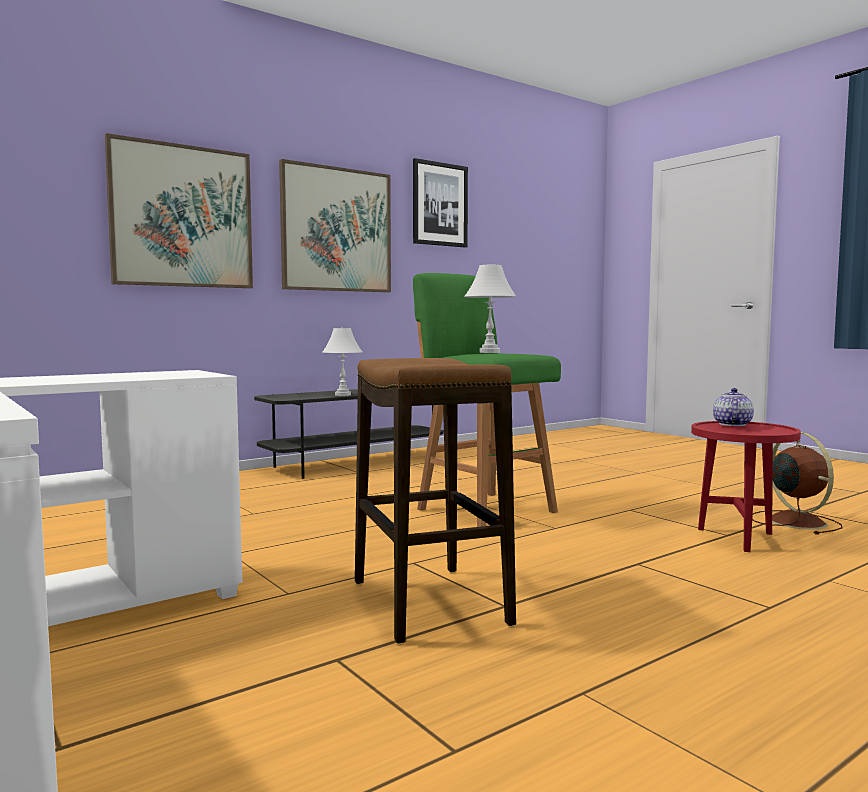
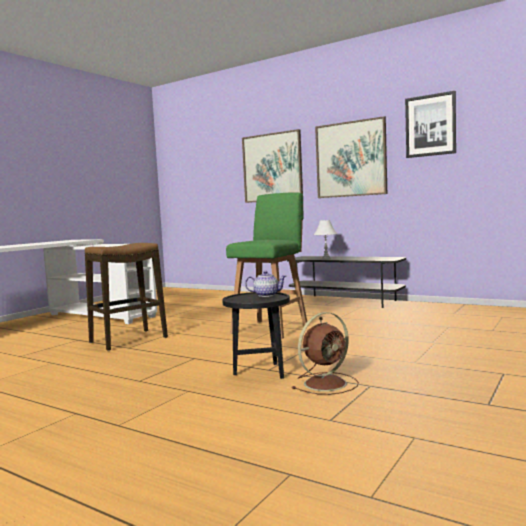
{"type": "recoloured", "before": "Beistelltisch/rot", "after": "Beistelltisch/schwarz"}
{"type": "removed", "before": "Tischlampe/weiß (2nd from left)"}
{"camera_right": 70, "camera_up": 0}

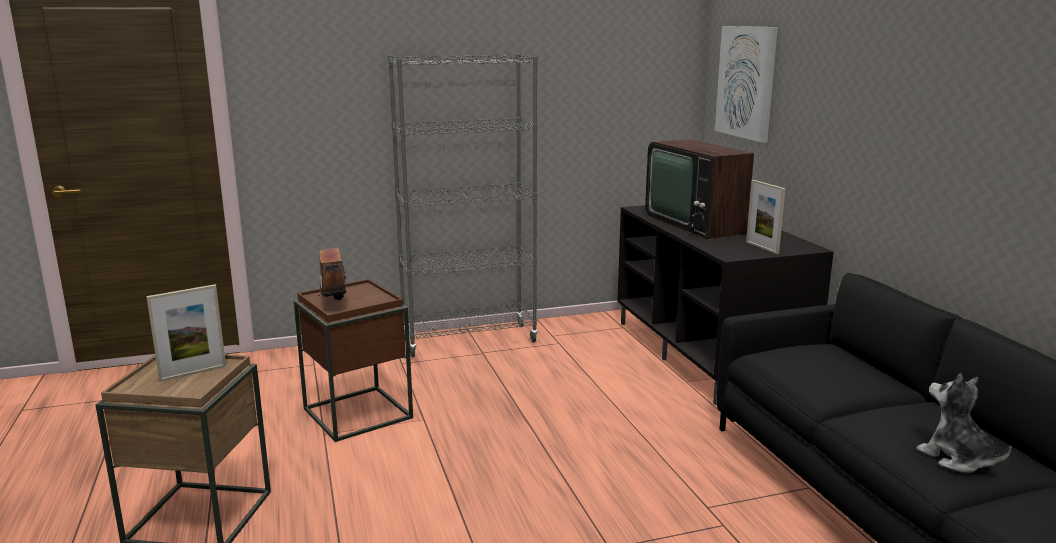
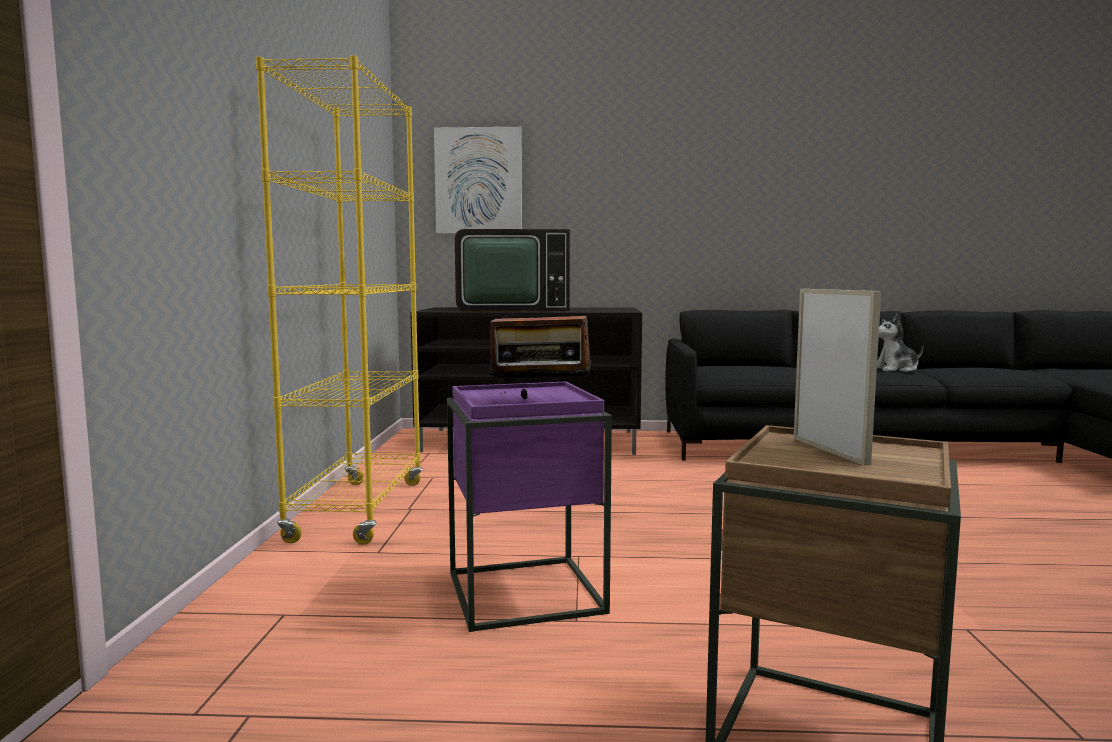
{"type": "recoloured", "before": "Bücherregal/grau", "after": "Bücherregal/gelb"}
{"type": "recoloured", "before": "Beistelltisch/braun (2nd from left)", "after": "Beistelltisch/lila"}
{"type": "removed", "before": "Bilderrahmen (2nd from left)"}
{"camera_right": -70, "camera_up": -10}

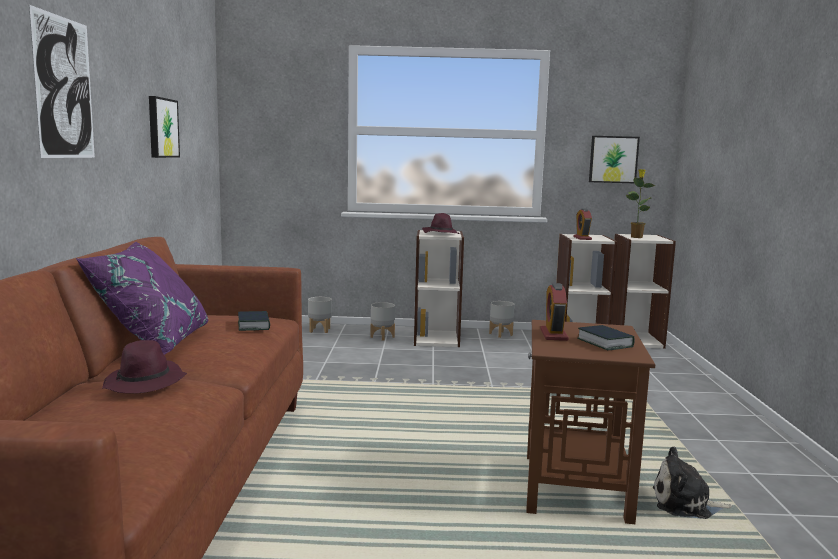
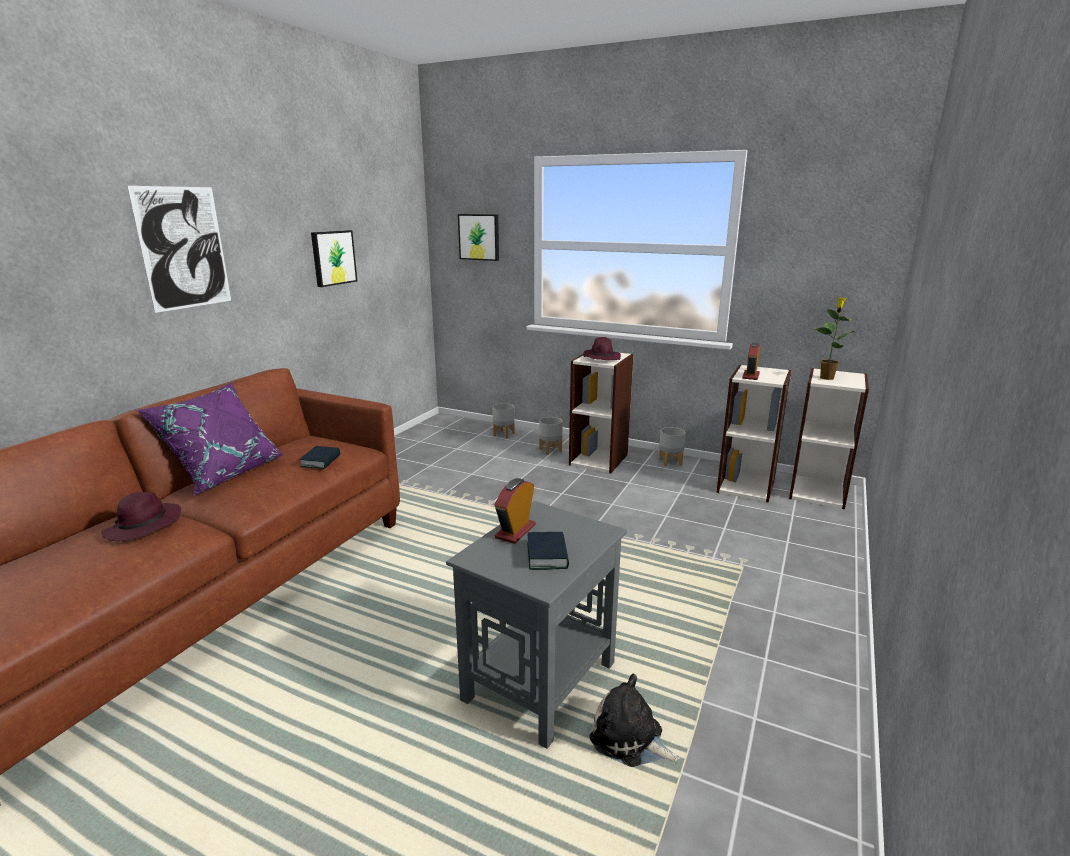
{"type": "recoloured", "before": "Beistelltisch/braun", "after": "Beistelltisch/grau"}
{"type": "moved", "before": "Bild (3rd from left)"}
{"camera_right": 25, "camera_up": 10}

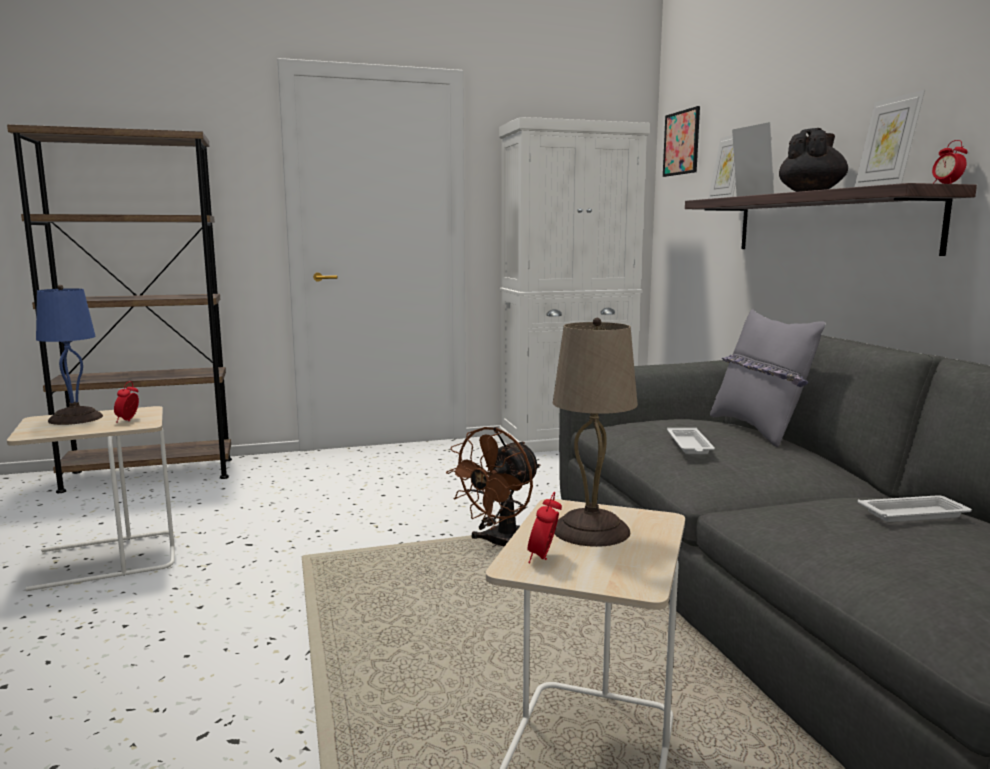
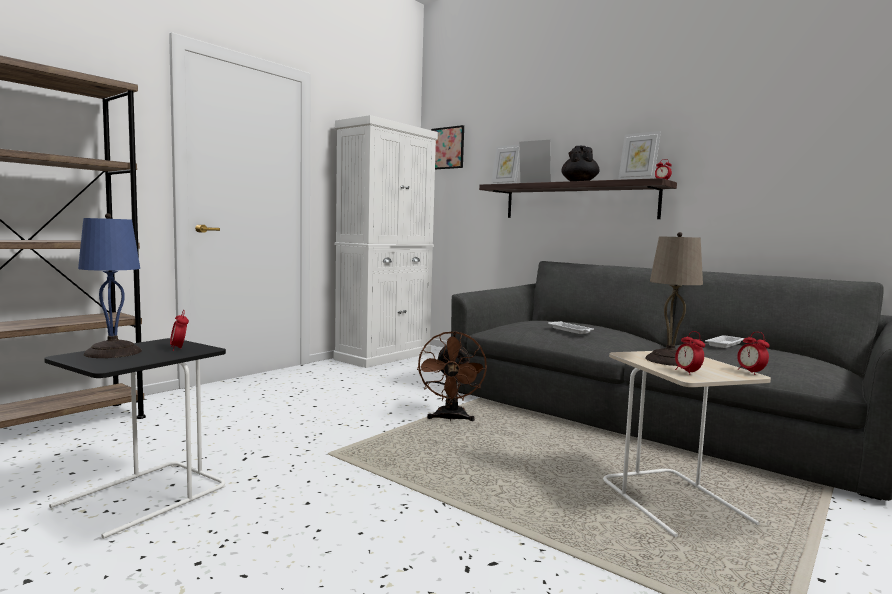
{"type": "recoloured", "before": "Beistelltisch/beige (1st from left)", "after": "Beistelltisch/schwarz"}
{"type": "added", "after": "Wecker (4th from left)"}
{"type": "removed", "before": "Kissen/grau"}
{"camera_right": -35, "camera_up": -5}

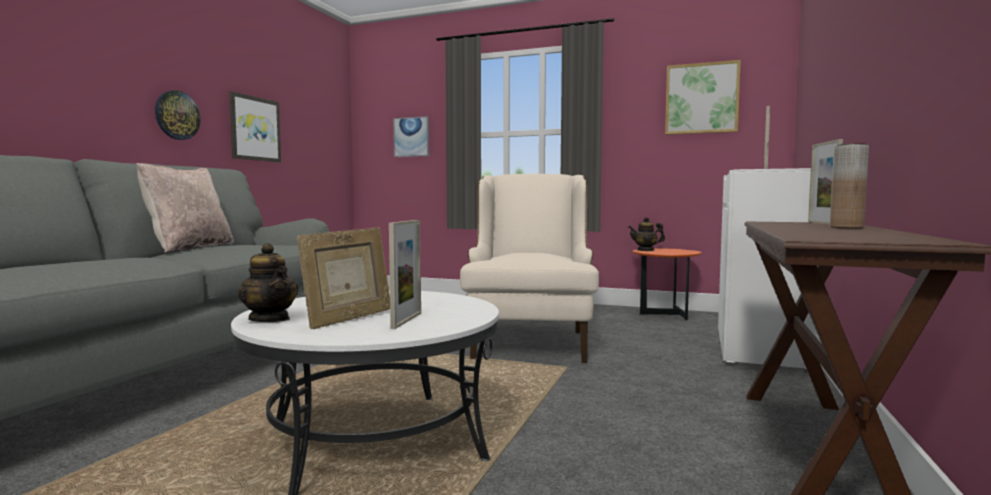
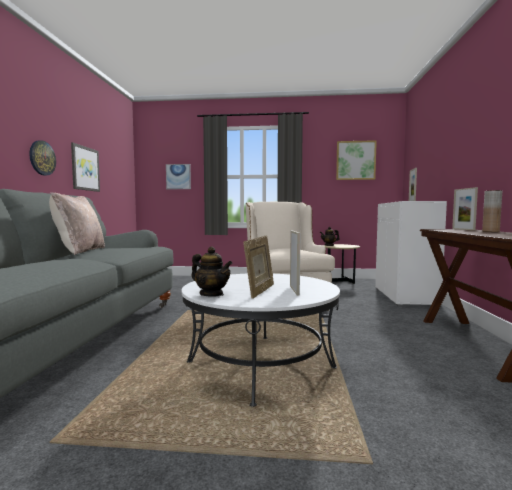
{"type": "recoloured", "before": "Beistelltisch/orange", "after": "Beistelltisch/beige"}
{"camera_right": -15, "camera_up": 0}

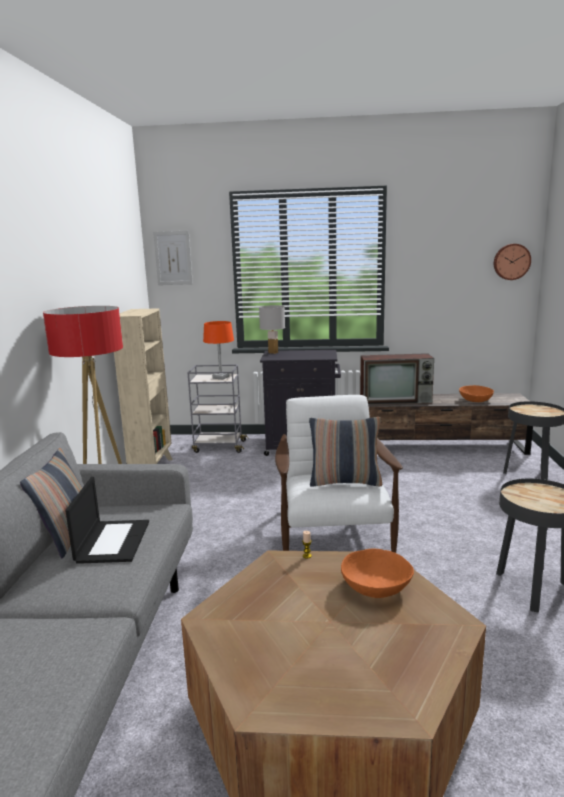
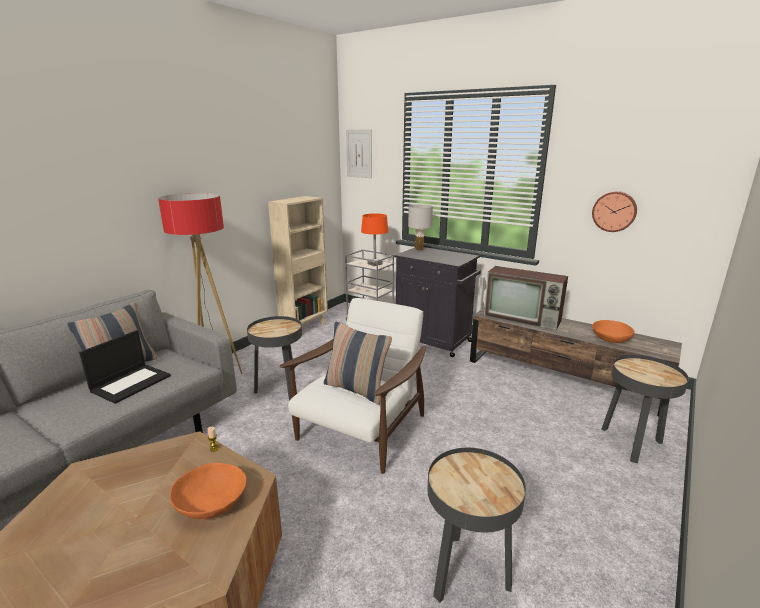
{"type": "added", "after": "Beistelltisch/schwarz (1st from left)"}
{"type": "moved", "before": "Wanduhr"}
{"camera_right": 30, "camera_up": 5}

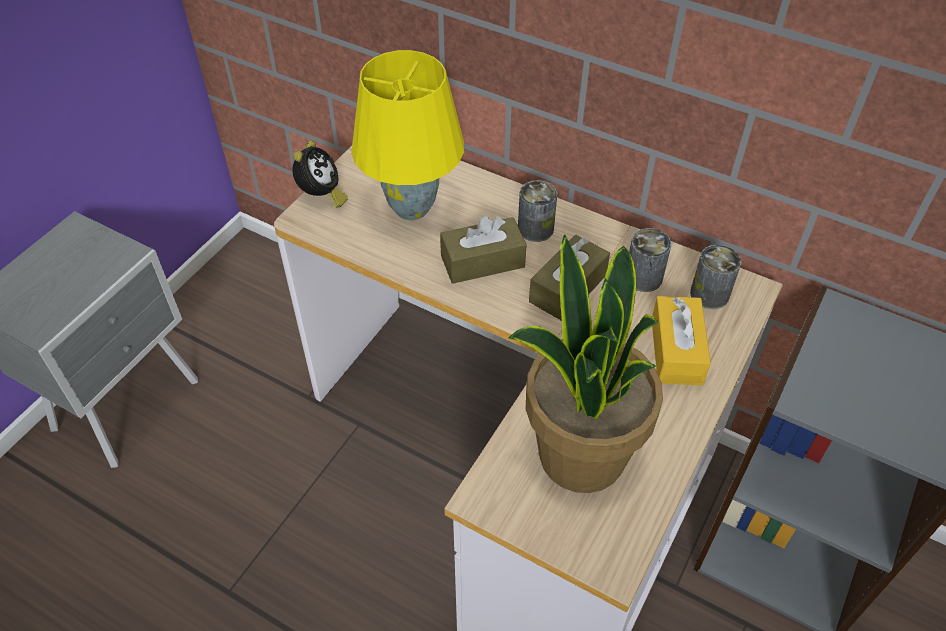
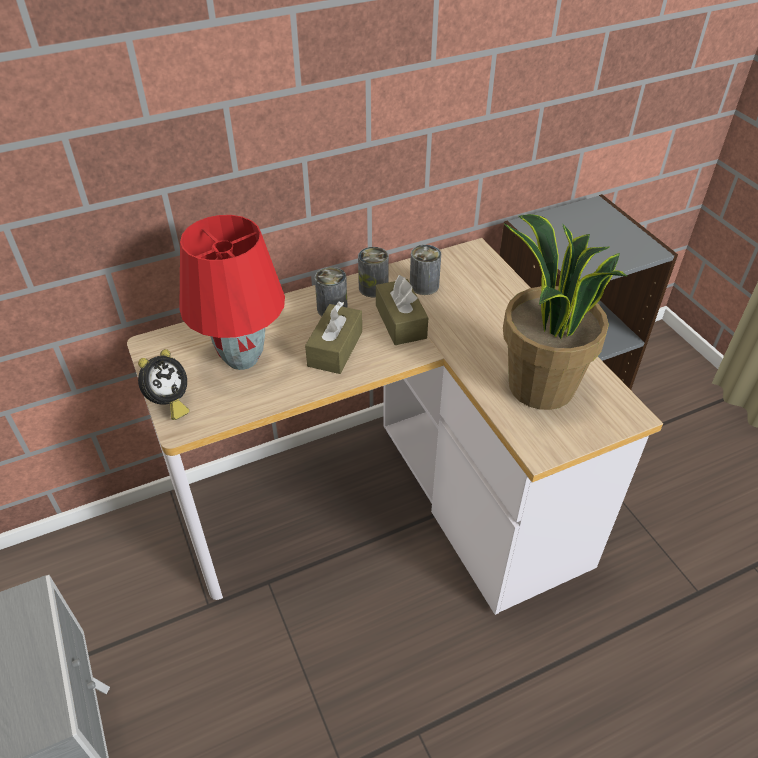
{"type": "turned", "before": "Wecker", "turn": 75}
{"type": "recoloured", "before": "Tischlampe/gelb", "after": "Tischlampe/rot"}
{"type": "moved", "before": "Dose (3rd from left in the first image)", "after": "Dose (2nd from left)"}
{"type": "removed", "before": "Taschentuchbox/gelb"}
{"camera_right": -55, "camera_up": -5}

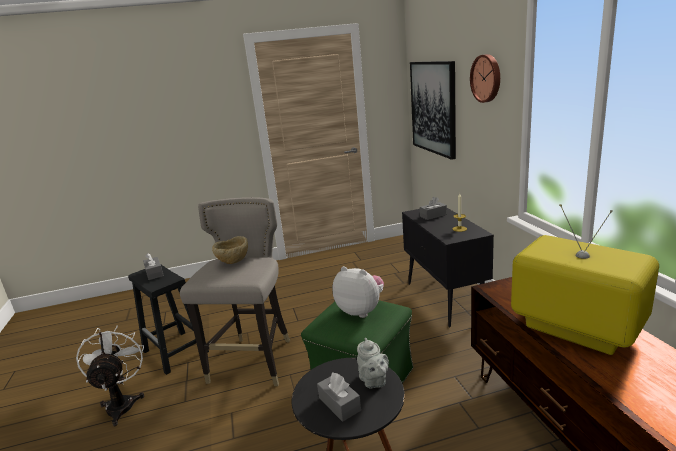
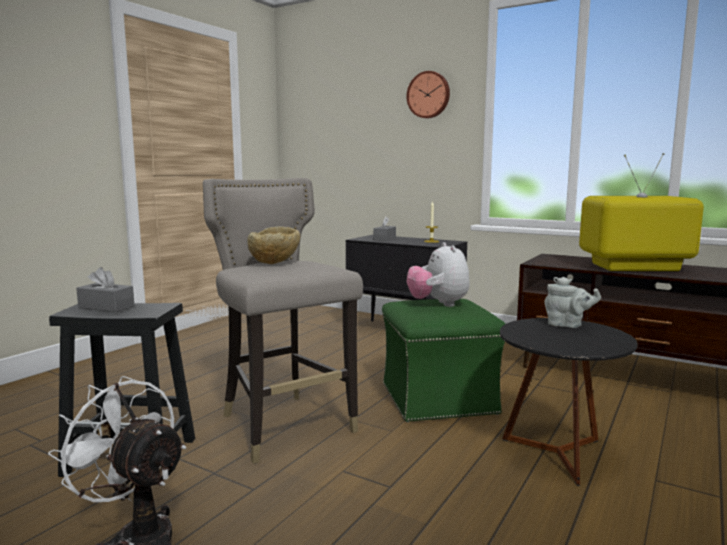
{"type": "turned", "before": "Plüschtier", "turn": -90}
{"type": "removed", "before": "Taschentuchbox/grau (2nd from left)"}
{"type": "removed", "before": "Bild"}
{"camera_right": -45, "camera_up": -10}

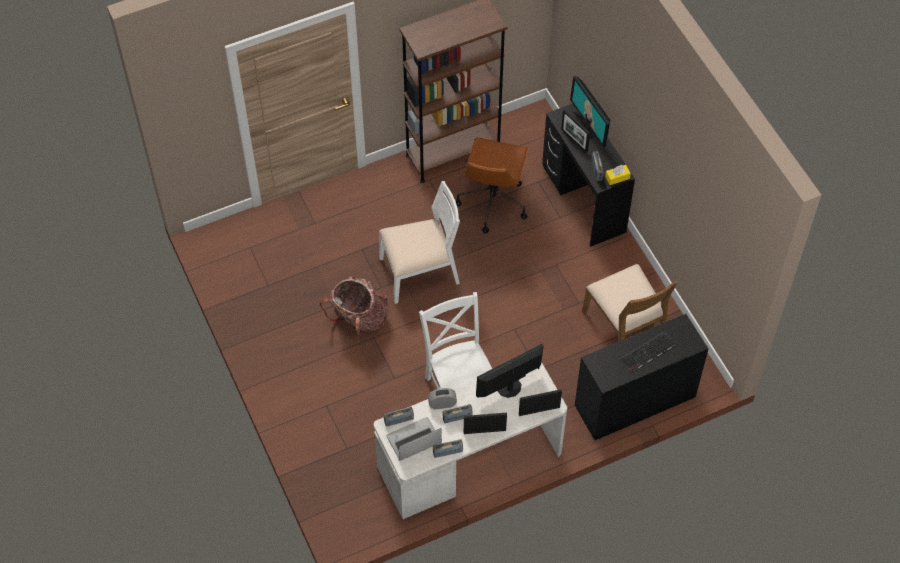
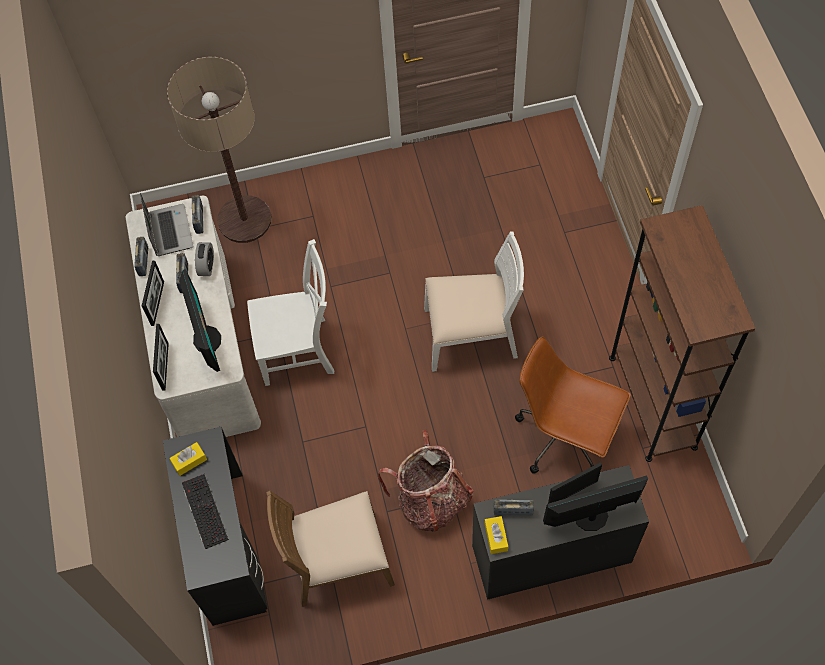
{"type": "added", "after": "Stehlampe"}
{"type": "added", "after": "Taschentuchbox/gelb (1st from left)"}
{"type": "moved", "before": "Rucksack"}
{"type": "turned", "before": "Stuhl/weiß (1st from left in the first image)", "turn": -90}
{"camera_right": 105, "camera_up": 5}

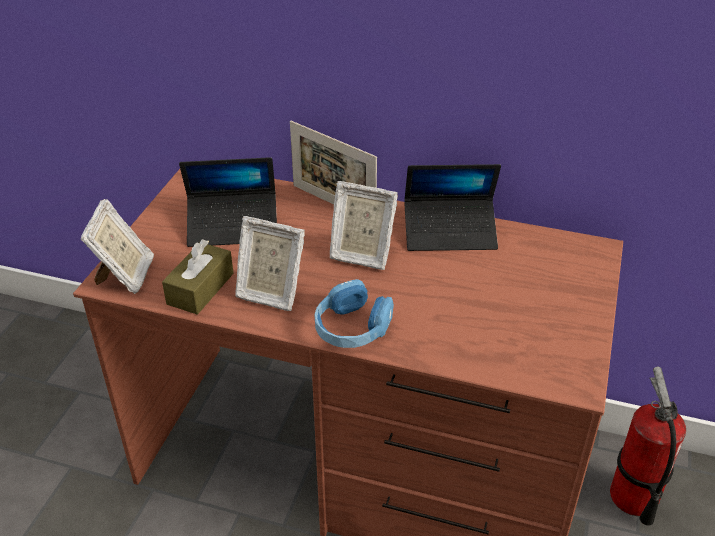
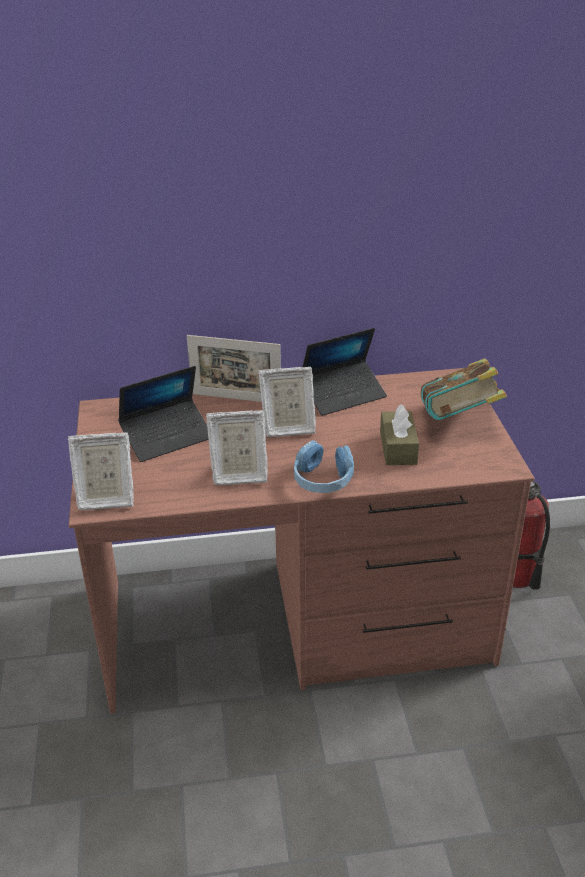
{"type": "turned", "before": "Bilderrahmen (1st from left)", "turn": 105}
{"type": "moved", "before": "Taschentuchbox/braun"}
{"type": "added", "after": "Buch"}
{"camera_right": -25, "camera_up": -5}

